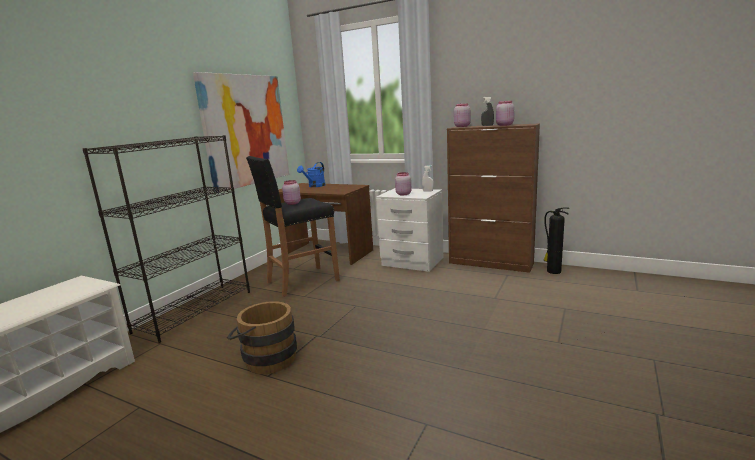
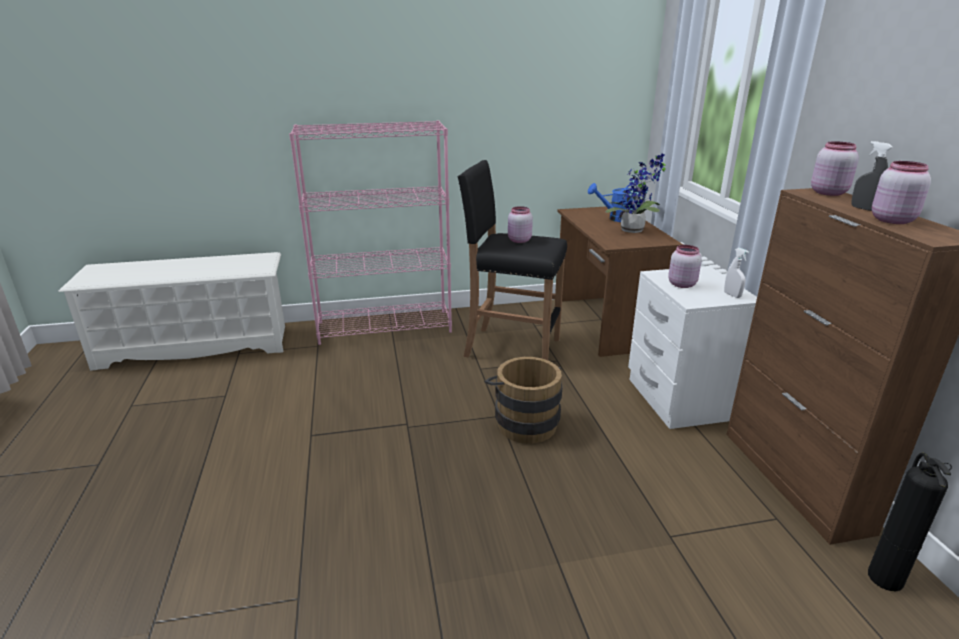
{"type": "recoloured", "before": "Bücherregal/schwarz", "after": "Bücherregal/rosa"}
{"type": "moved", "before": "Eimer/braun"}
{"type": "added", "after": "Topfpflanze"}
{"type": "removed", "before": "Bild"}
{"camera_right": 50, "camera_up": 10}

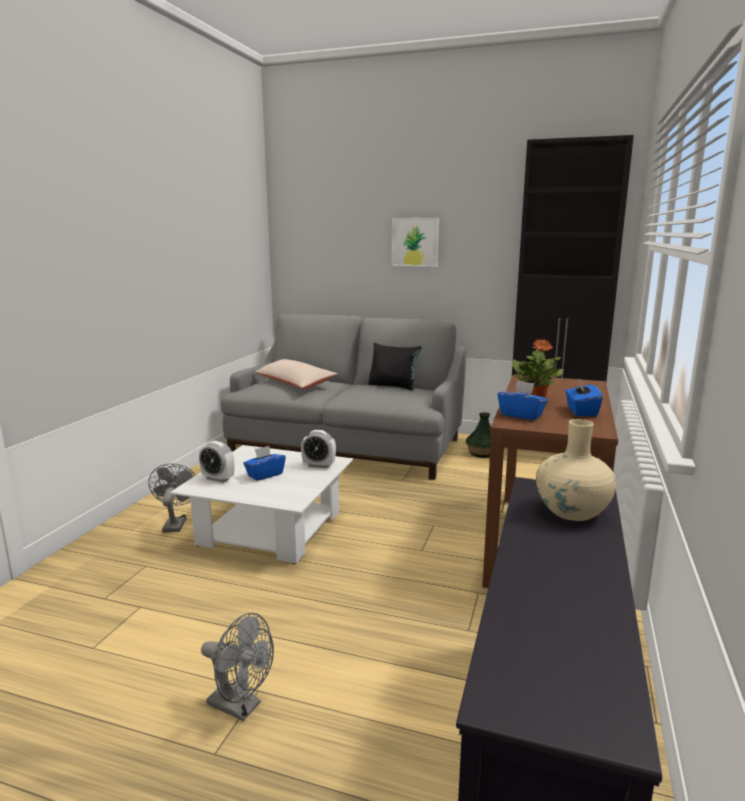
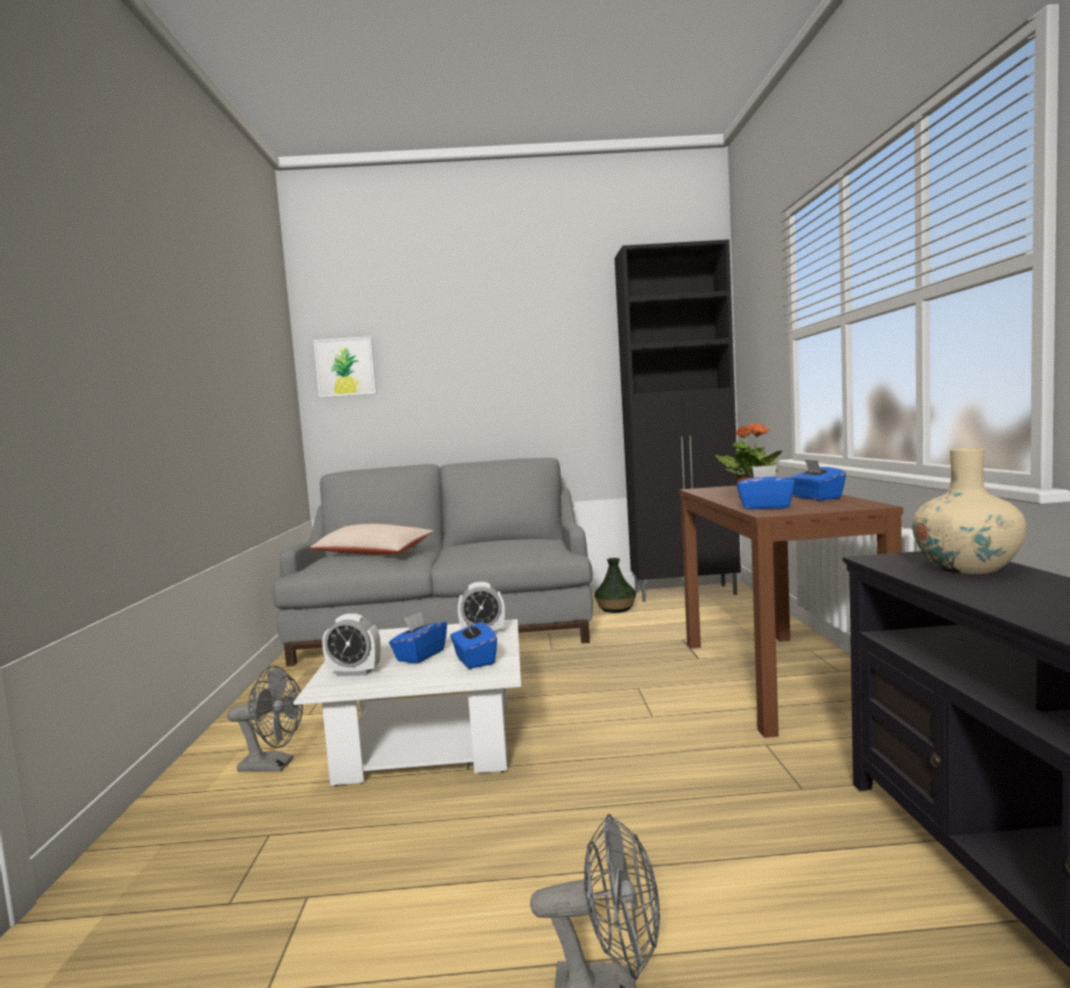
{"type": "turned", "before": "Ventilator/grau (1st from left)", "turn": 120}
{"type": "moved", "before": "Bild"}
{"type": "added", "after": "Taschentuchbox/blau (2nd from left)"}
{"type": "removed", "before": "Kissen/schwarz"}
{"camera_right": -20, "camera_up": -10}

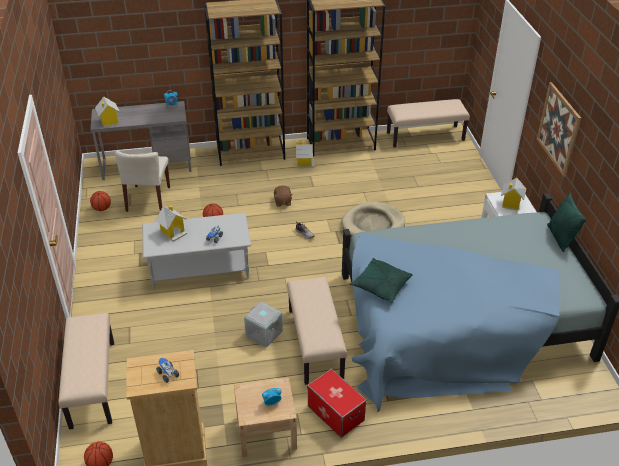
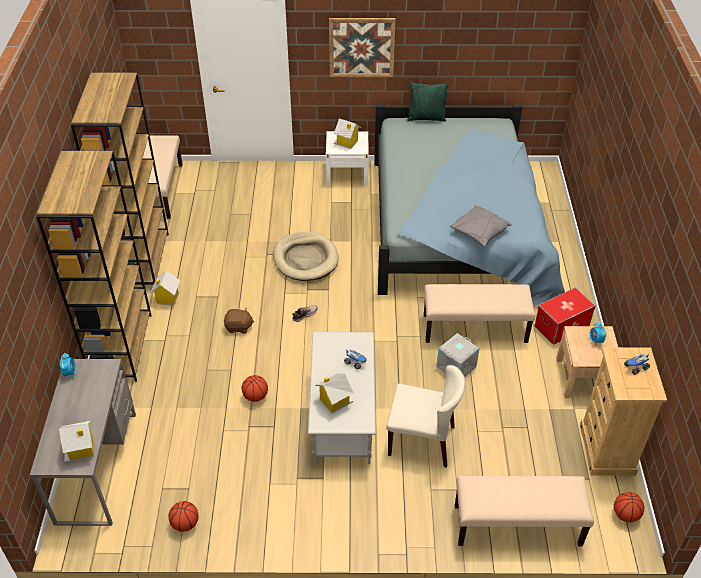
{"type": "moved", "before": "Stuhl/beige"}
{"type": "recoloured", "before": "Kissen/grün (1st from left)", "after": "Kissen/grau"}
{"camera_right": -80, "camera_up": 5}

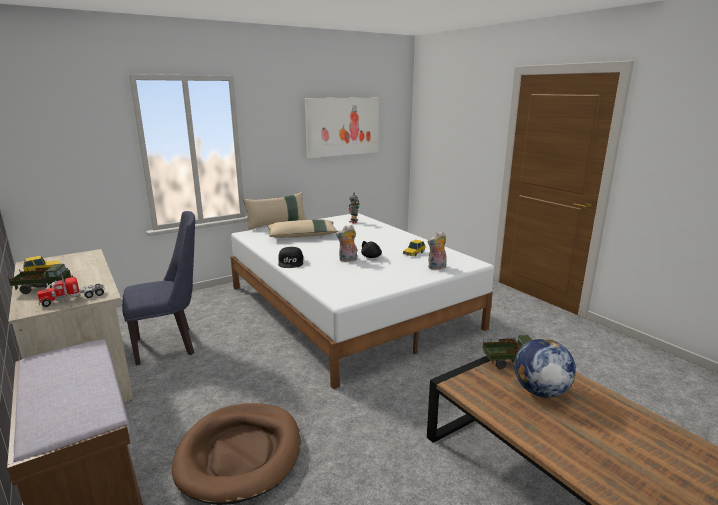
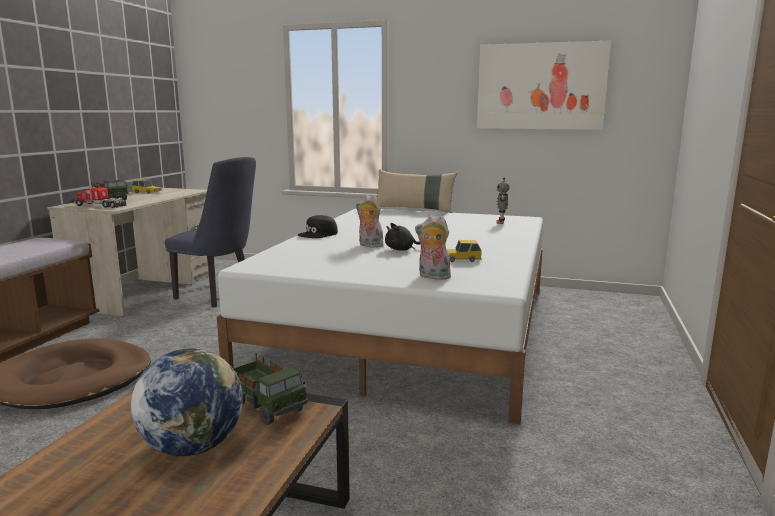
{"type": "removed", "before": "Kissen/beige (2nd from left)"}
{"camera_right": 50, "camera_up": -5}

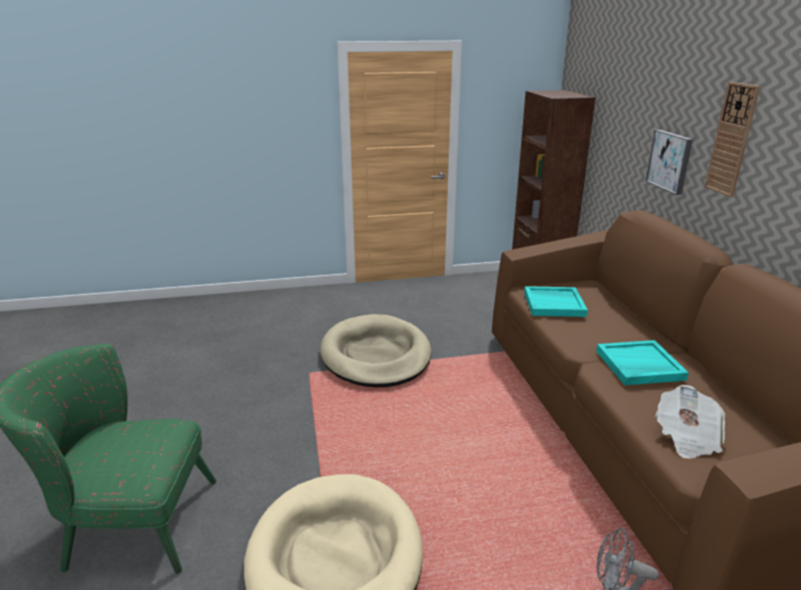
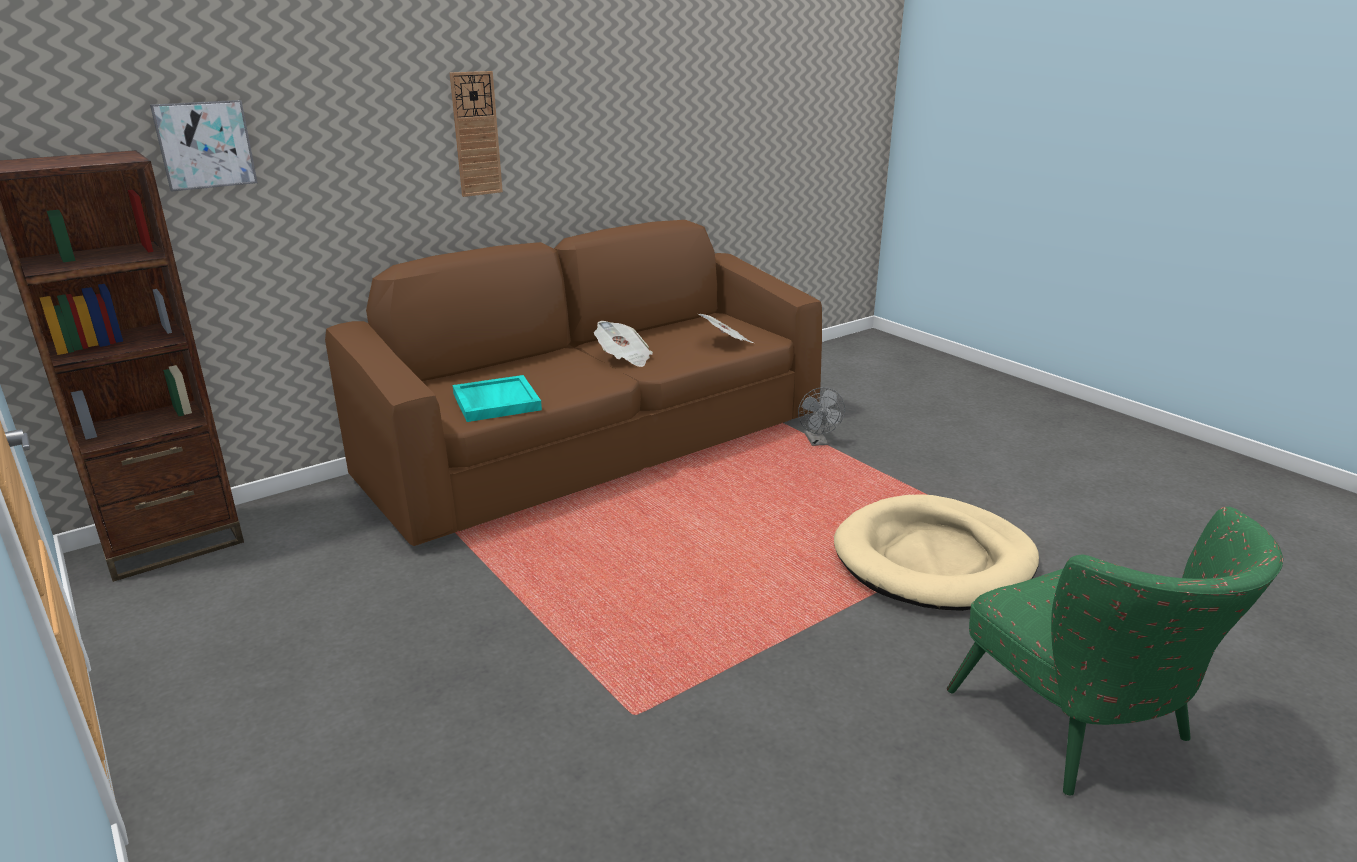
{"type": "moved", "before": "Bild"}
{"type": "replaced", "before": "Tablett/türkis (2nd from left)", "after": "Zeitung (1st from left)"}
{"type": "removed", "before": "Hundebett/beige (2nd from left)"}
{"camera_right": -115, "camera_up": 0}

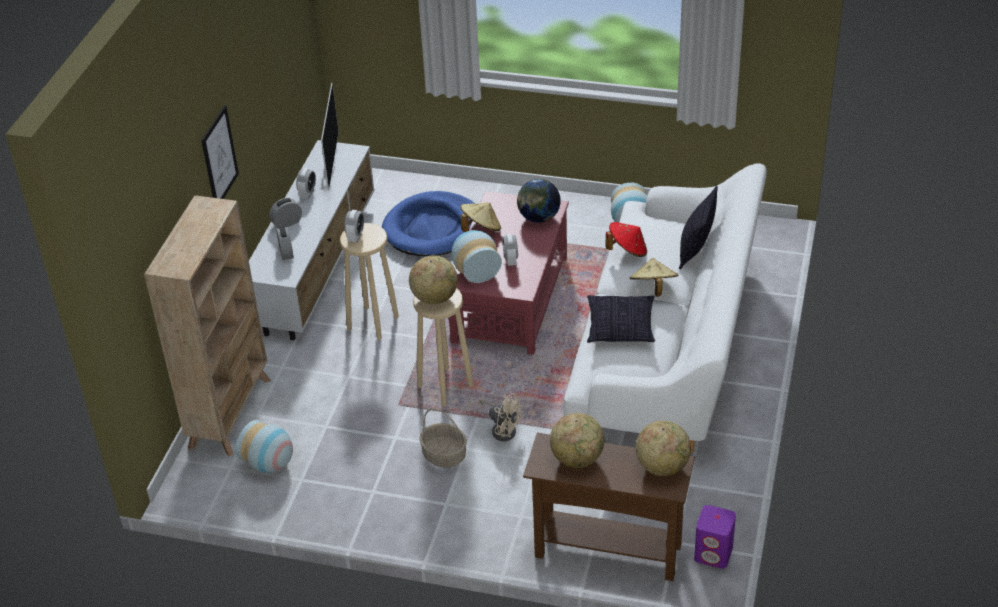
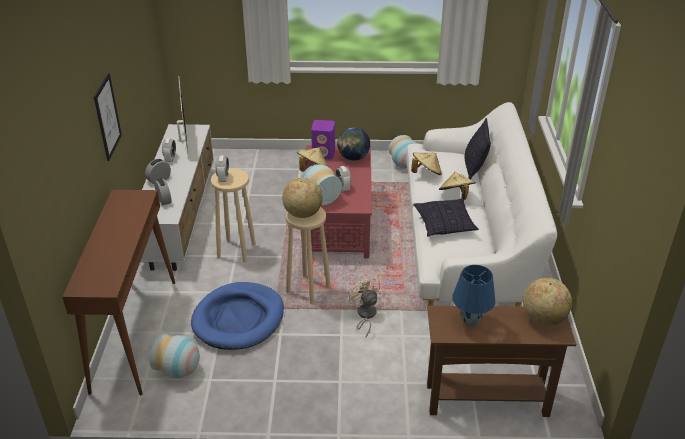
{"type": "replaced", "before": "Bücherregal/beige", "after": "Konsolentisch/braun (1st from left)"}
{"type": "moved", "before": "Hundebett/blau"}
{"type": "moved", "before": "Lautsprecher/lila"}
{"type": "turned", "before": "Ventilator/beige", "turn": -135}
{"type": "recoloured", "before": "Hut/rot", "after": "Hut/beige (2nd from left)"}
{"type": "replaced", "before": "Globus (3rd from left)", "after": "Tischlampe/blau"}
{"type": "removed", "before": "Korb"}
{"camera_right": -15, "camera_up": -5}

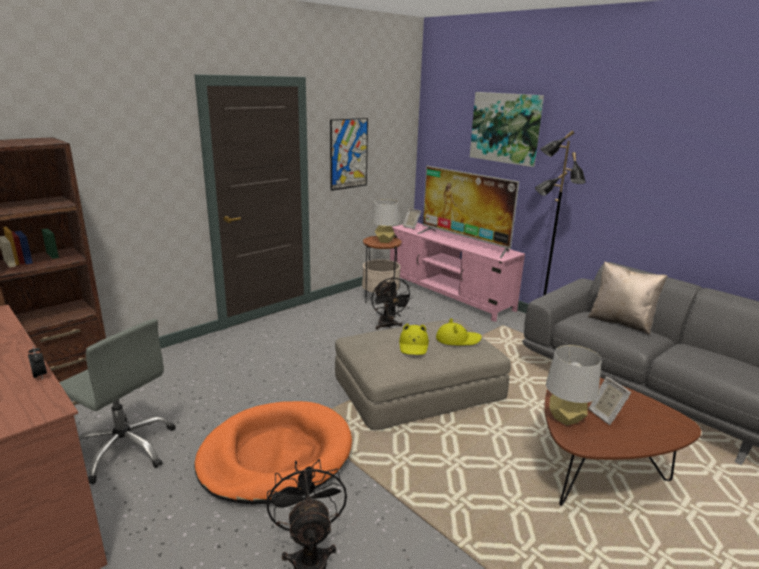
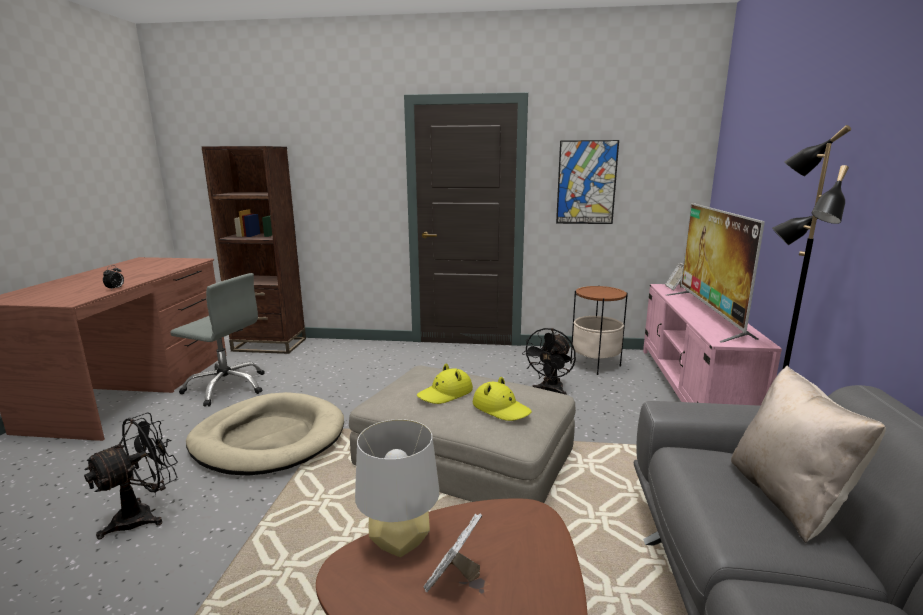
{"type": "turned", "before": "Bürostuhl/grau", "turn": -60}
{"type": "recoloured", "before": "Hundebett/orange", "after": "Hundebett/beige"}
{"type": "removed", "before": "Tischlampe/grau (1st from left)"}
{"type": "removed", "before": "Bild (2nd from left)"}
{"camera_right": 50, "camera_up": -5}

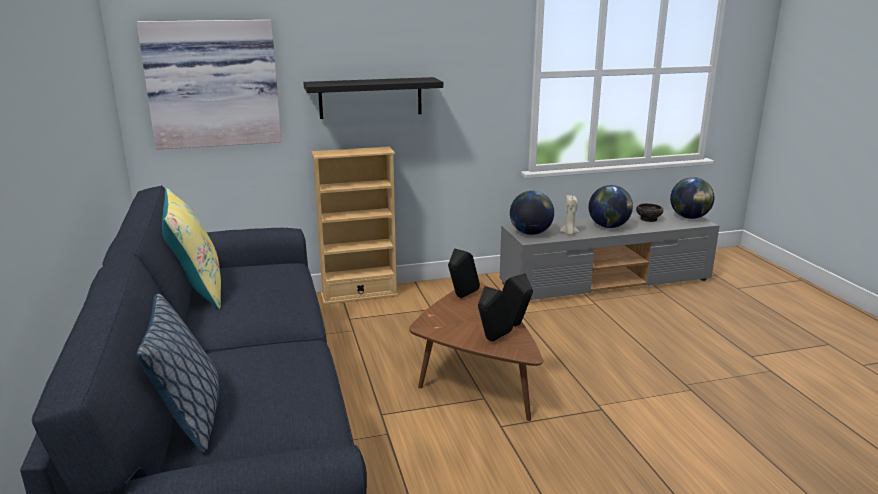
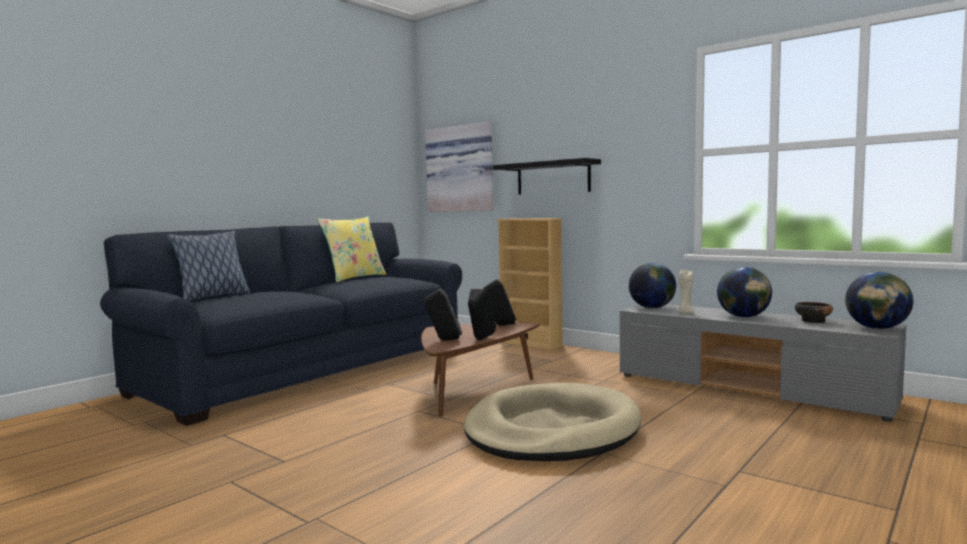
{"type": "added", "after": "Hundebett/beige"}
{"camera_right": 55, "camera_up": -15}

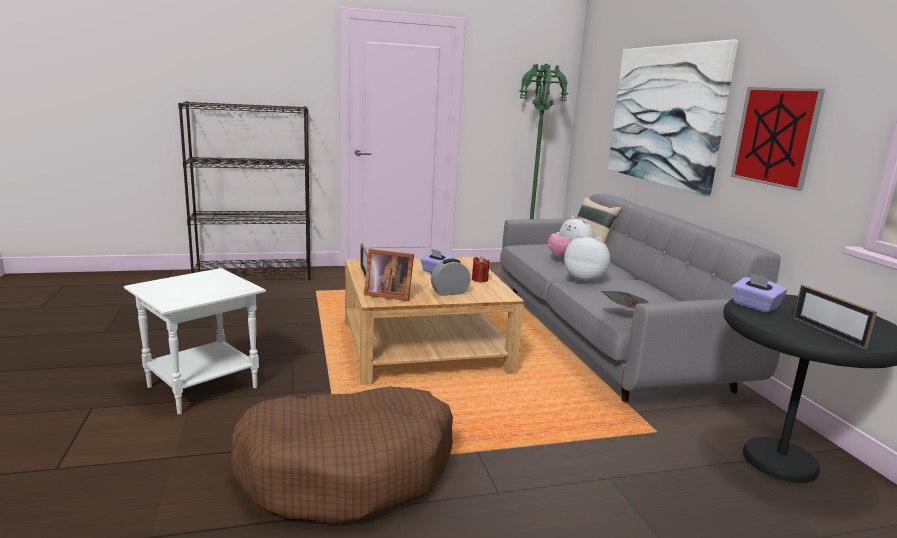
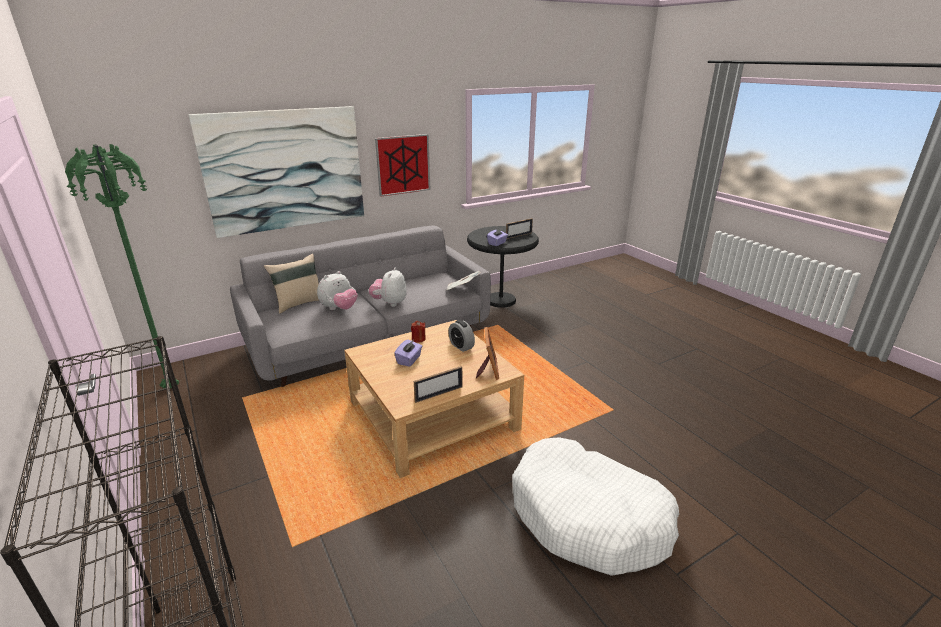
{"type": "replaced", "before": "Beistelltisch/weiß", "after": "Hundebett/weiß"}
{"type": "removed", "before": "Hundebett/braun"}
{"camera_right": -105, "camera_up": 10}

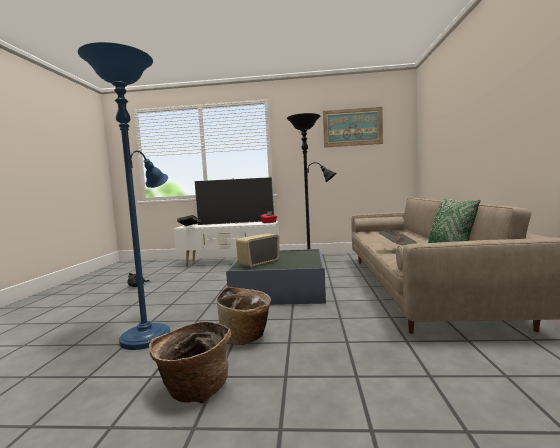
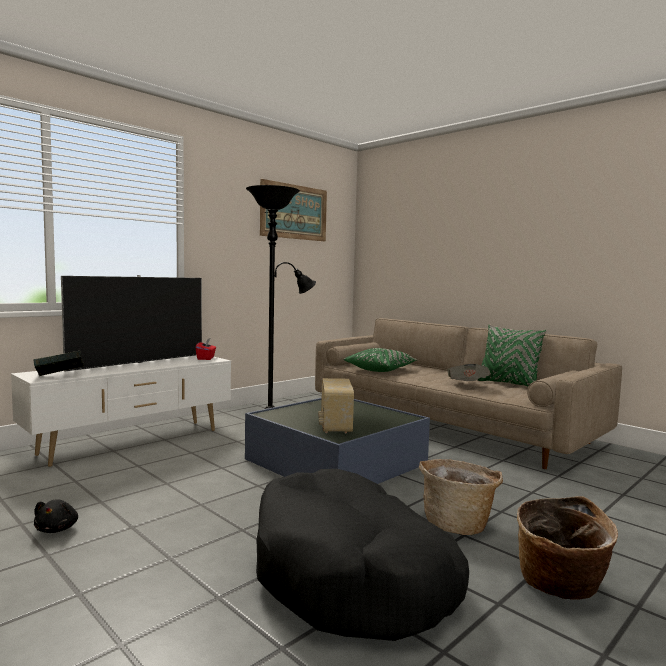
{"type": "replaced", "before": "Stehlampe/blau", "after": "Hundebett/schwarz"}
{"type": "added", "after": "Kissen/grün (1st from left)"}
{"camera_right": -50, "camera_up": 0}

